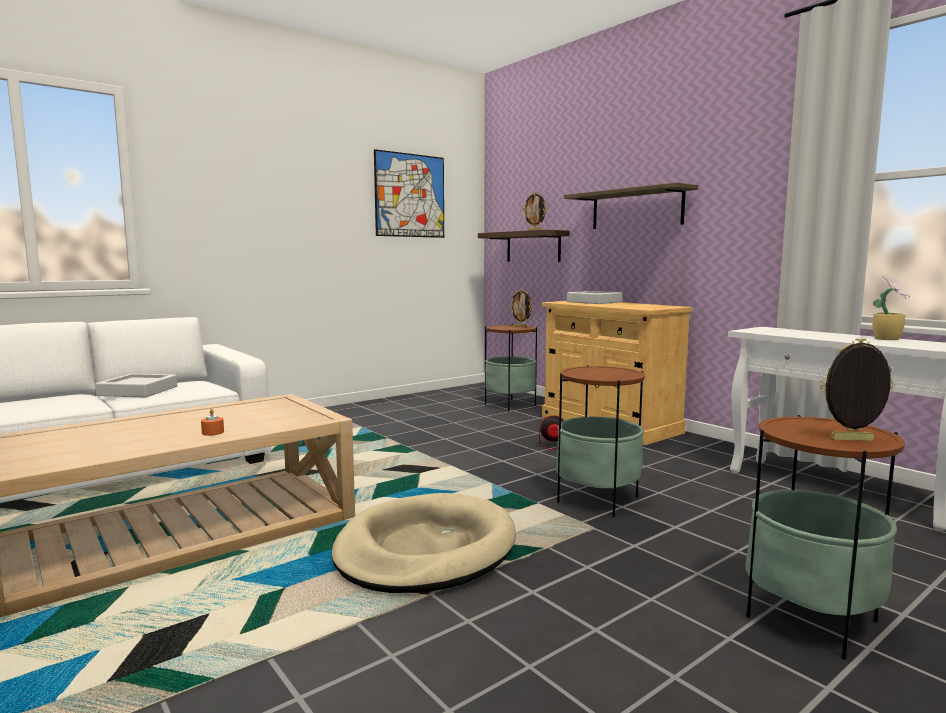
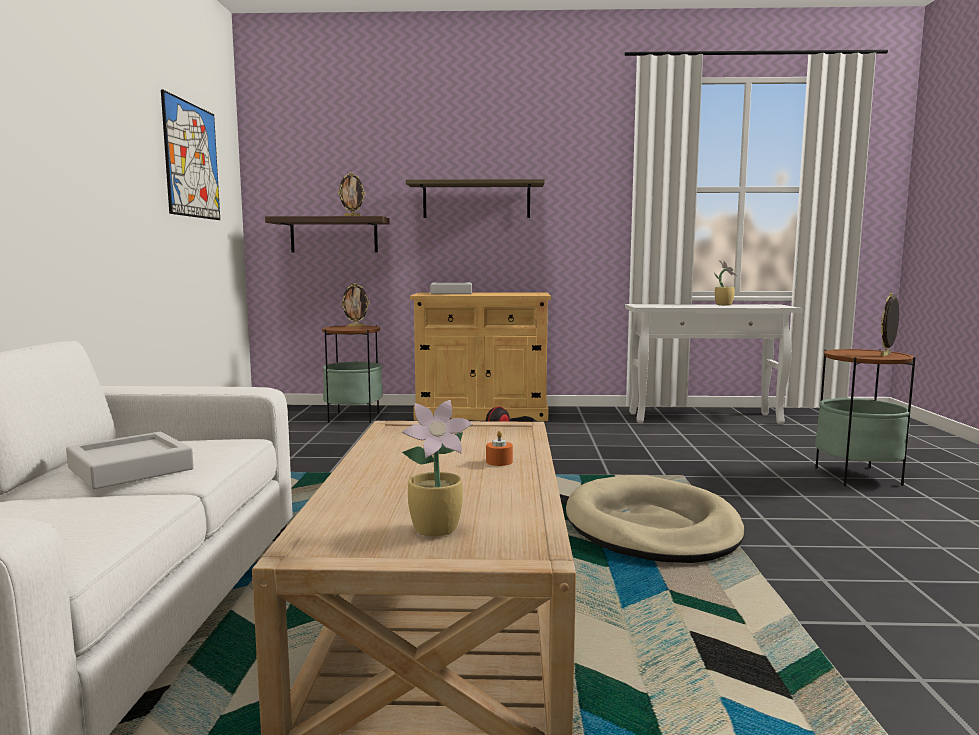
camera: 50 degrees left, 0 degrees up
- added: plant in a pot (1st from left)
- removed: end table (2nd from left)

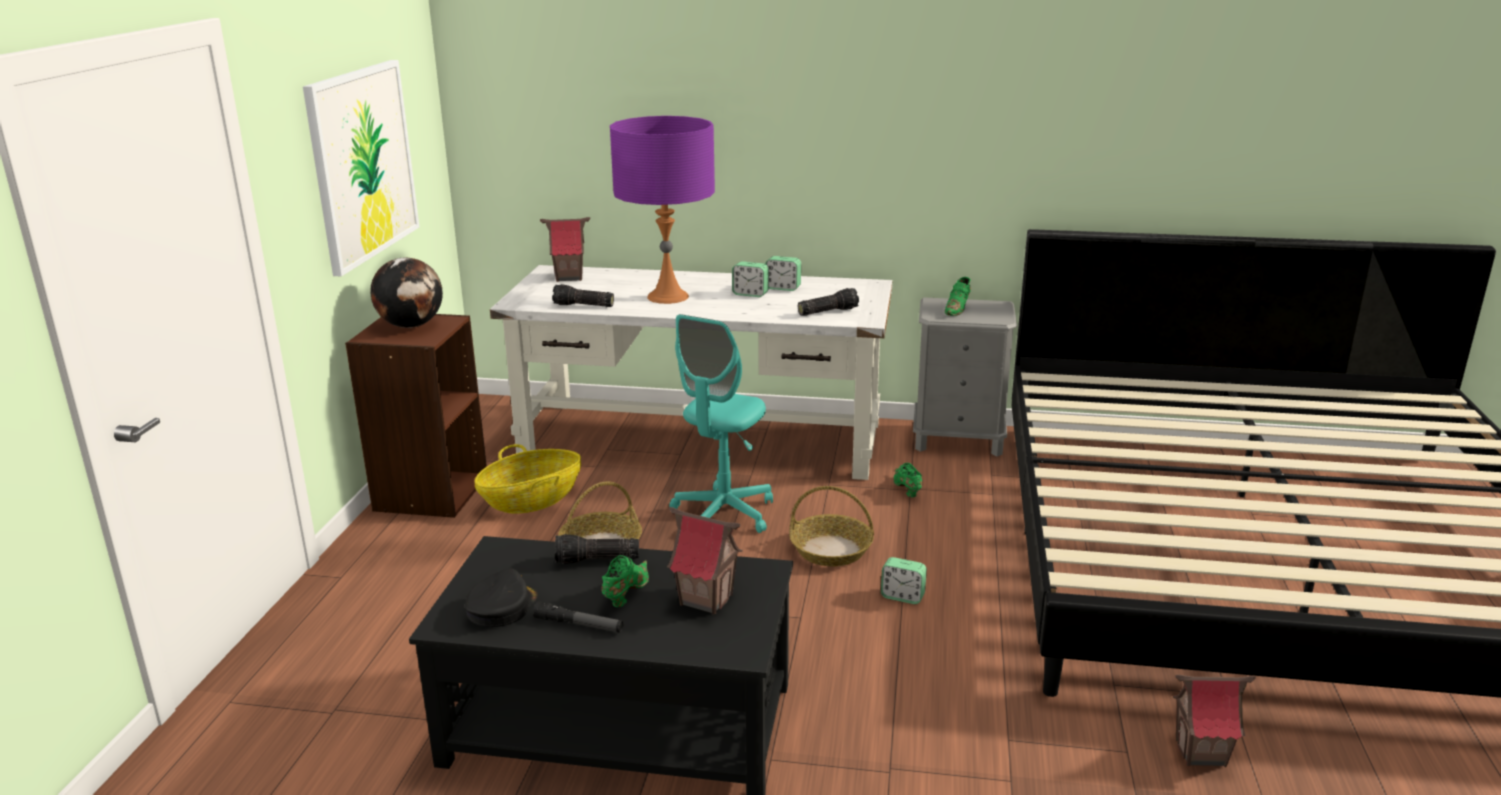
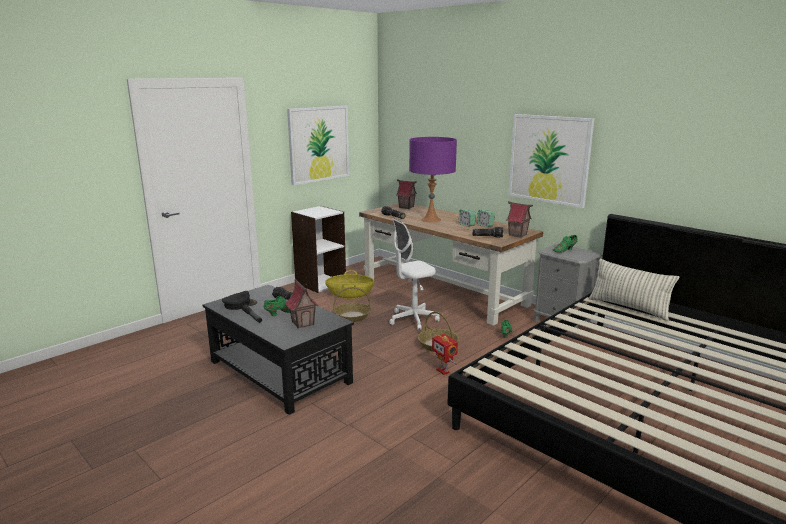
camera: 35 degrees right, 5 degrees down
- recoloured: shelving unit (brownish) to shelving unit (white-coloured)
- recoloured: desk unit (white-coloured) to desk unit (brownish)
- recoloured: computer chair (turquoise-coloured) to computer chair (white-coloured)
- replaced: alarm clock (3rd from left) to robot figure
- moved: toy house (3rd from left)
- added: wall art (2nd from left)
- added: throw pillow
- removed: world globe

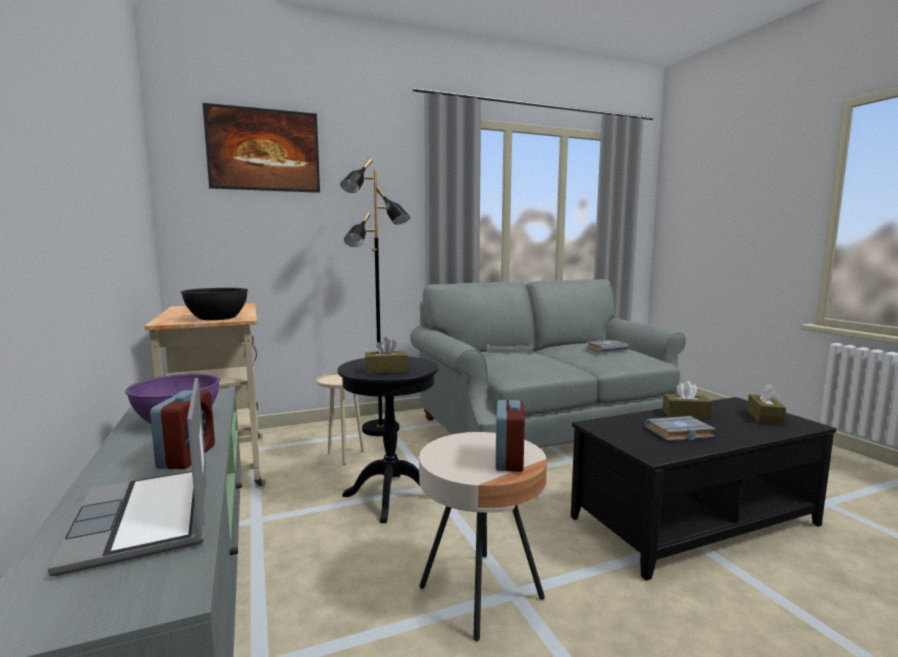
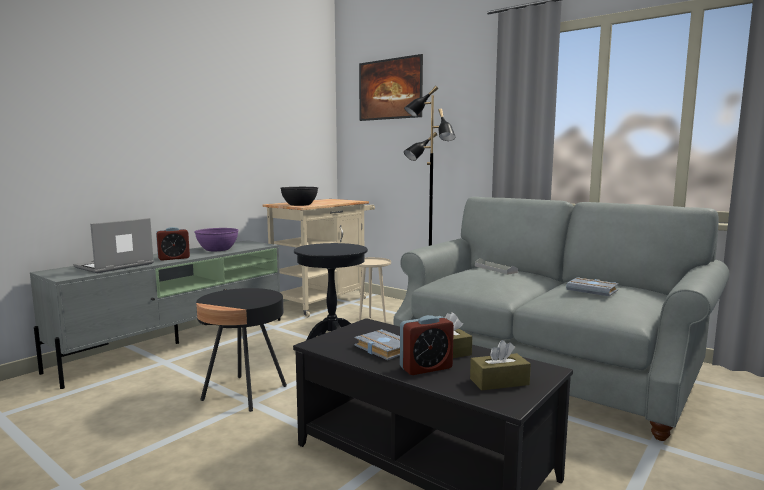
camera: 60 degrees right, 0 degrees up
- recoloured: end table (beige-coloured) (2nd from left) to end table (black-coloured) (1st from left)
- moved: alarm clock (2nd from left)
- removed: tissue holder (brownish) (1st from left)

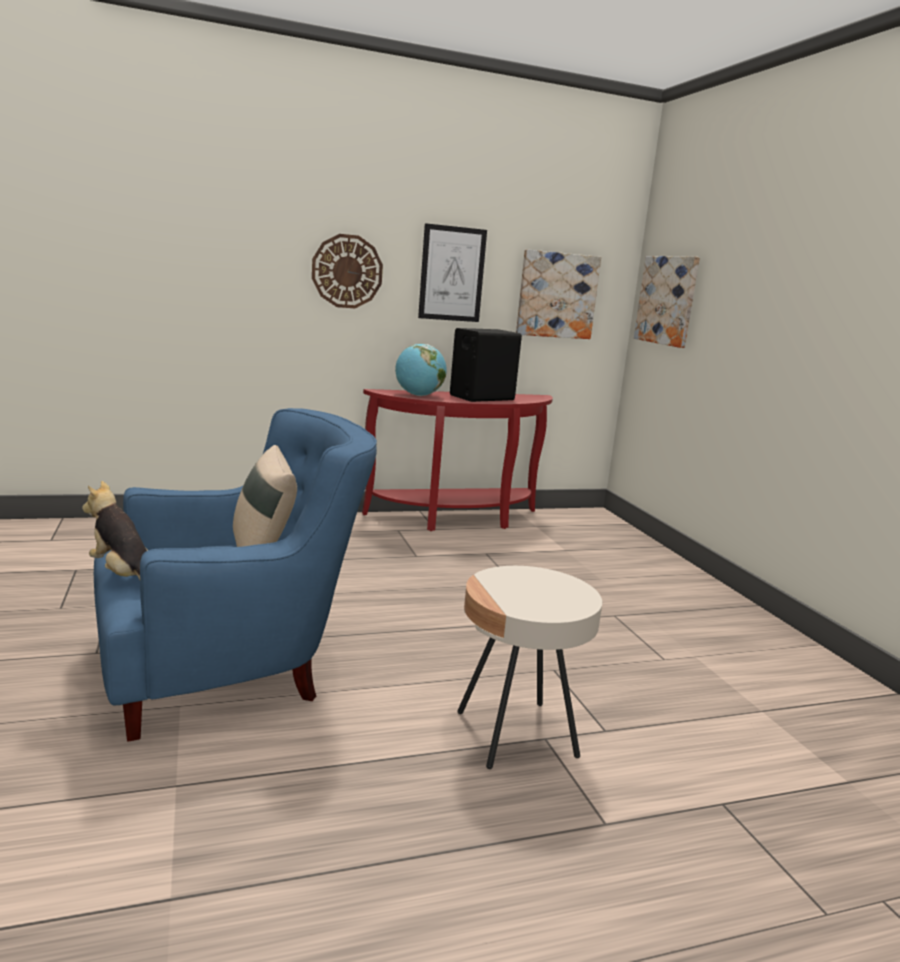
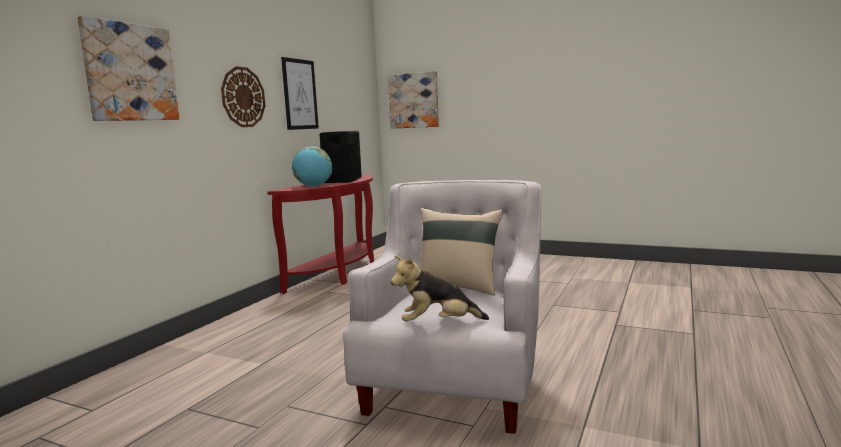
camera: 45 degrees left, 5 degrees down
- moved: wall art (2nd from left in the first image) to wall art (1st from left)
- recoloured: armchair (blue) to armchair (white-coloured)
- removed: end table (beige-coloured)

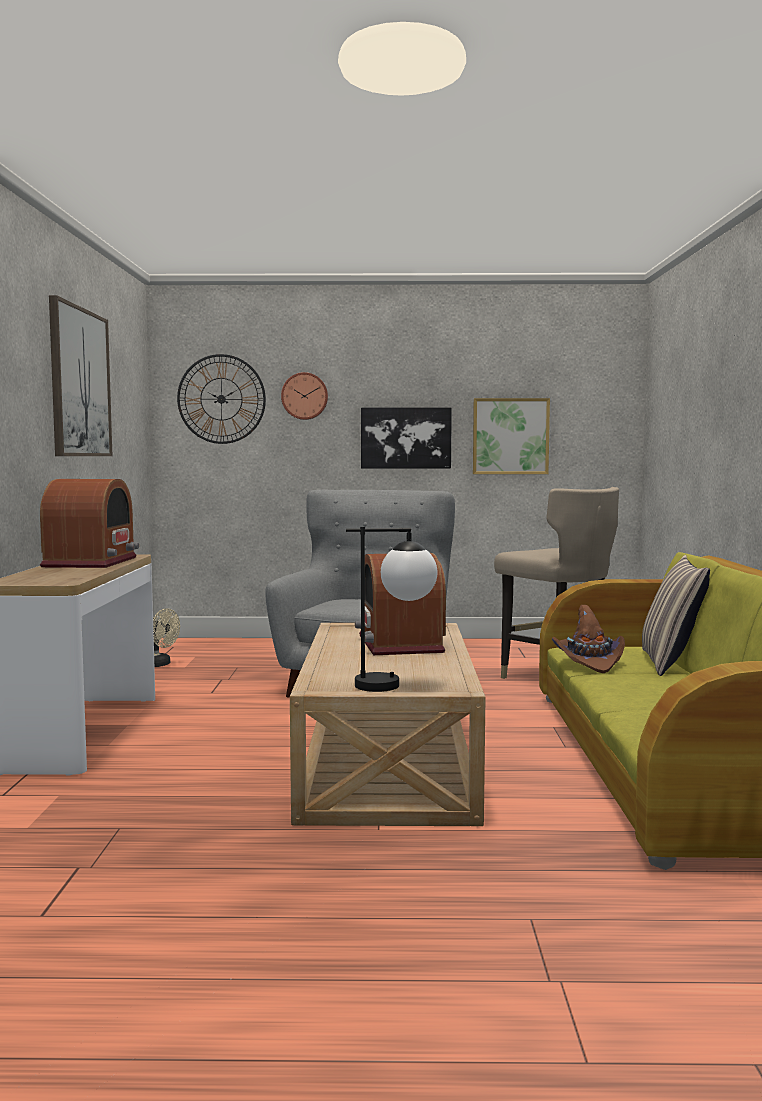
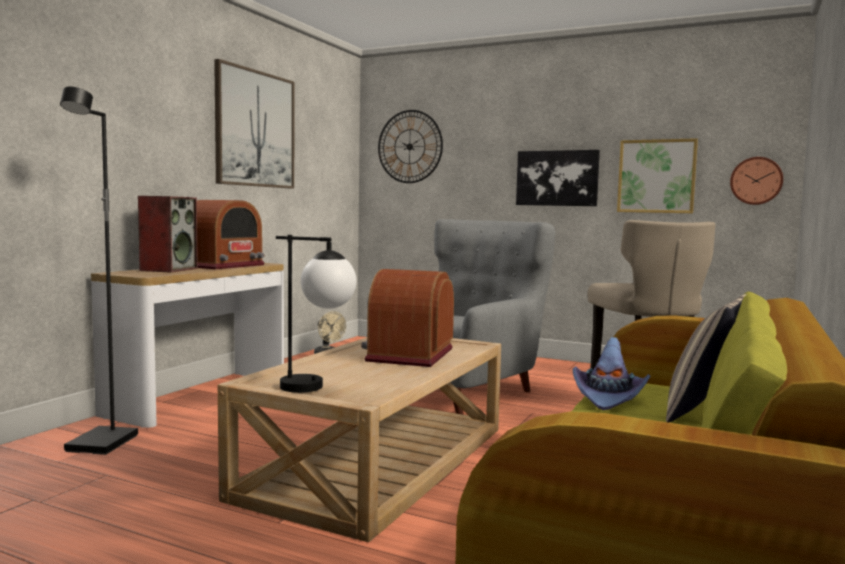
camera: 25 degrees right, 0 degrees up
- added: floor lamp (black-coloured)
- added: speaker
- recoloured: wearable hat (brownish) to wearable hat (purplish)
- moved: hanging clock (2nd from left)

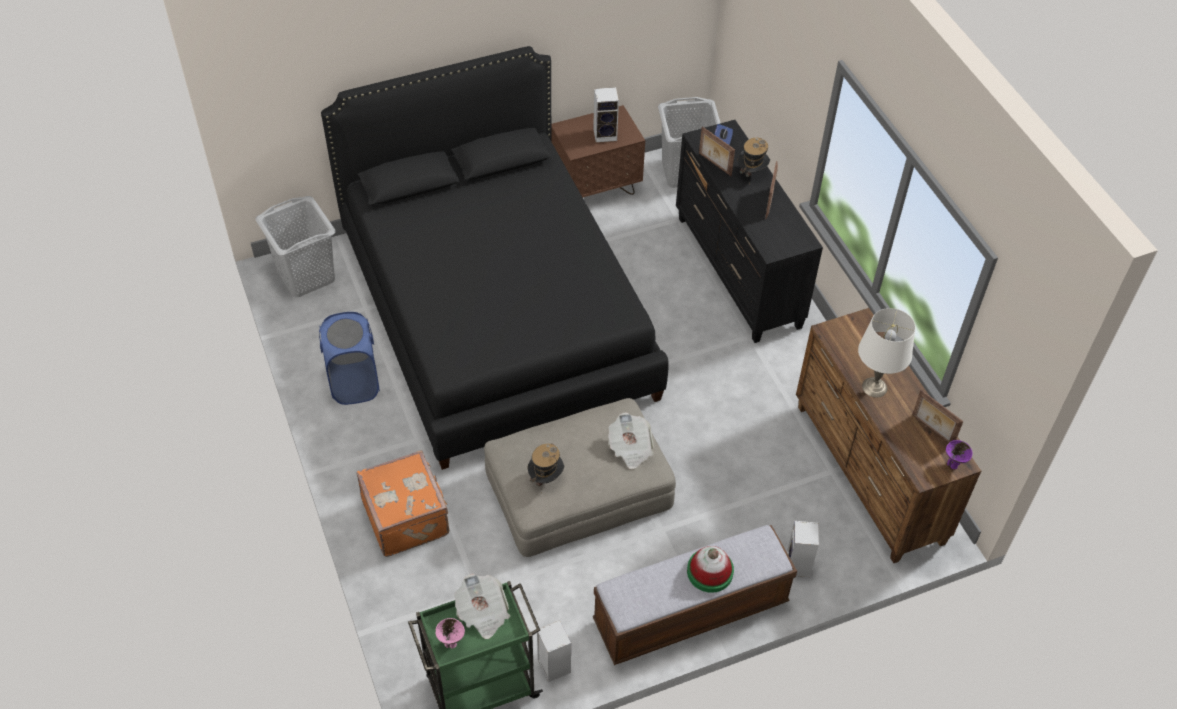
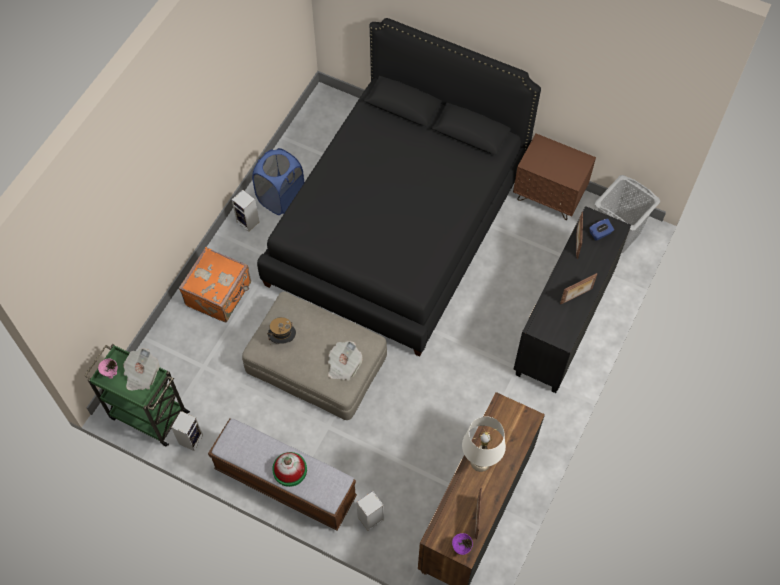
camera: 50 degrees right, 10 degrees up
- moved: speaker (2nd from left)
- removed: hamper (gray) (1st from left)
- removed: wearable hat (3rd from left)

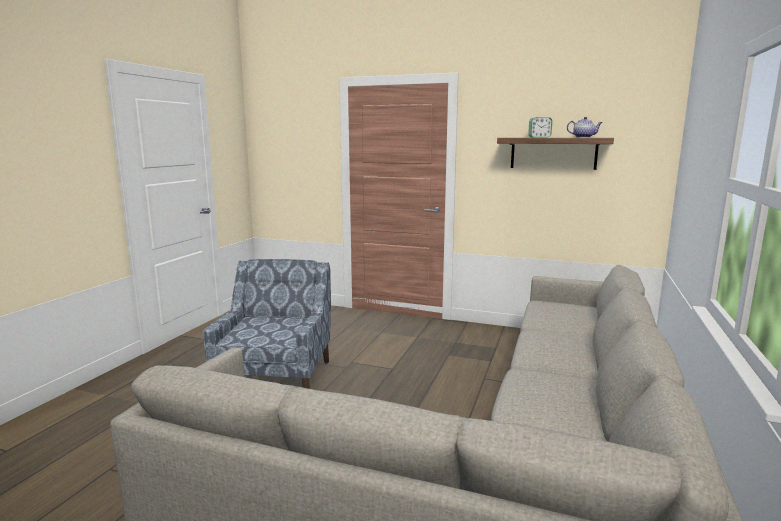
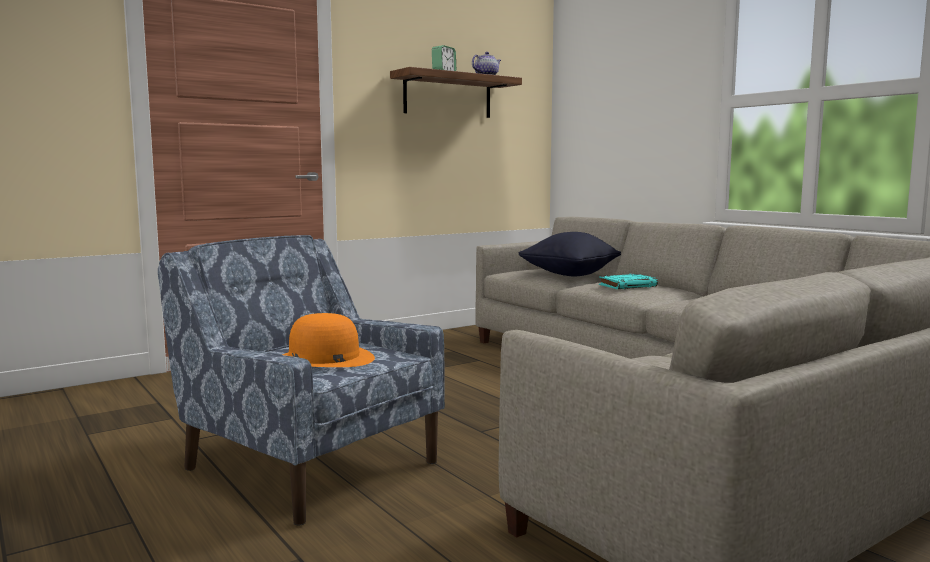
camera: 55 degrees left, 5 degrees down
- added: wearable hat (orangey)
- added: throw pillow (black-coloured)
- added: bound book (turquoise-coloured)

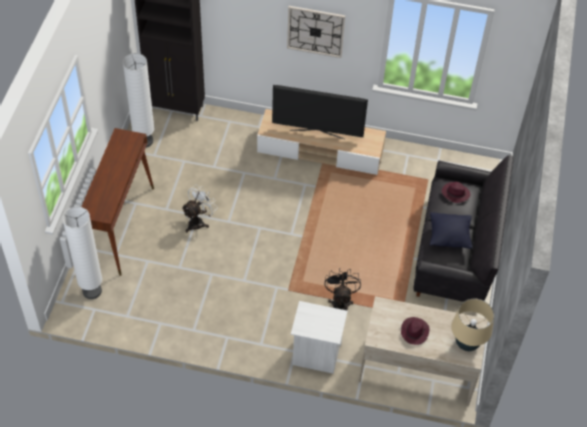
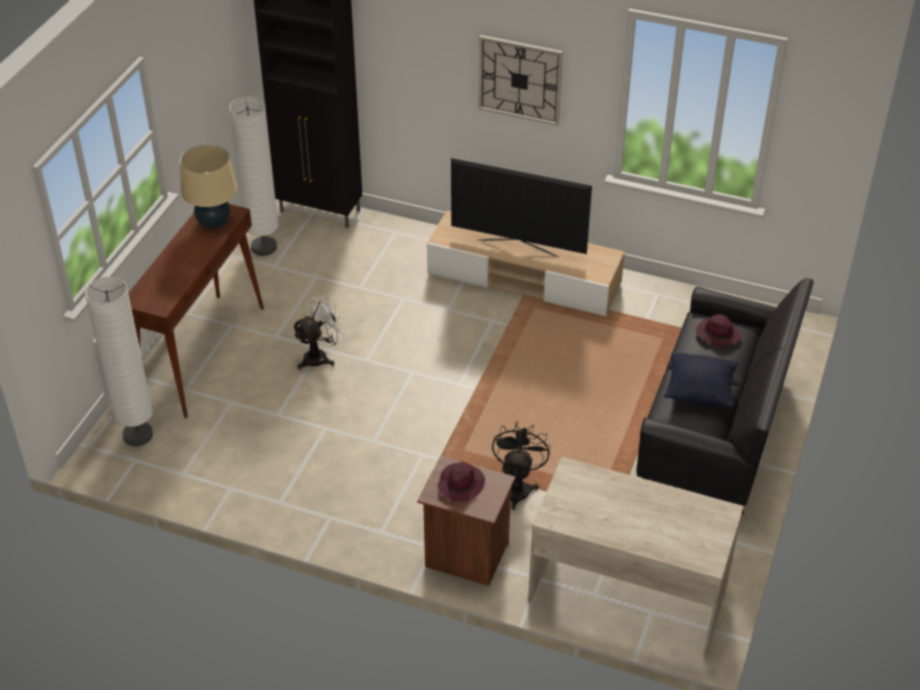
camera: 10 degrees right, 10 degrees down
- moved: tabletop lamp (beige-coloured)
- recoloured: night table (white-coloured) to night table (brownish)
- moved: wearable hat (purplish) (1st from left)

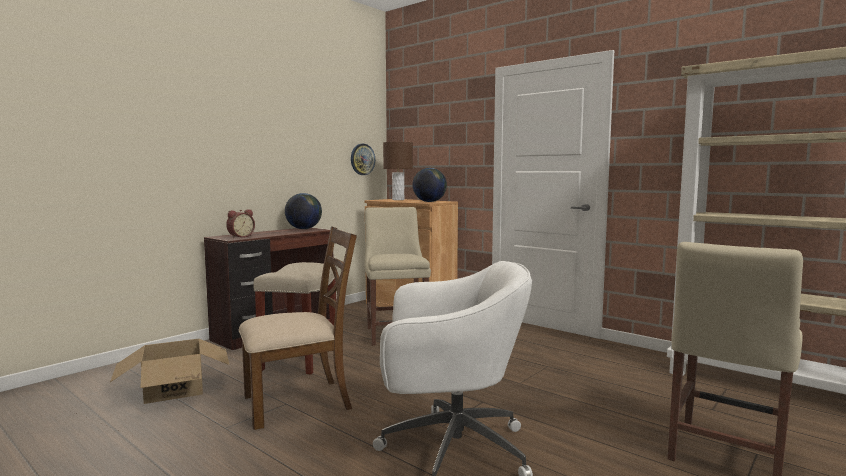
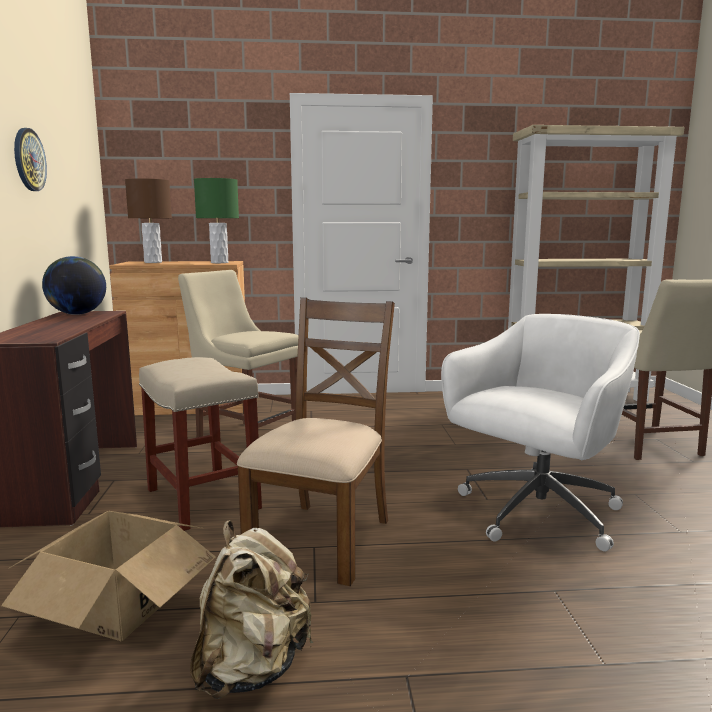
camera: 45 degrees left, 5 degrees up
- moved: hanging clock
- added: knapsack (beige-coloured)
- replaced: world globe (2nd from left) to tabletop lamp (green)
- removed: alarm clock

